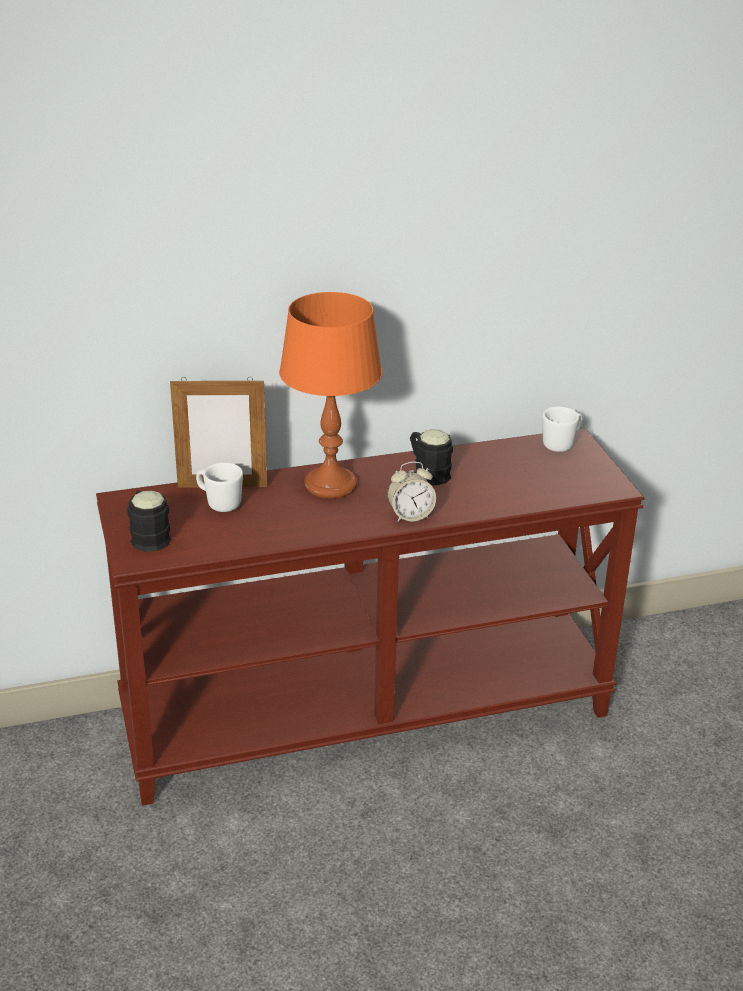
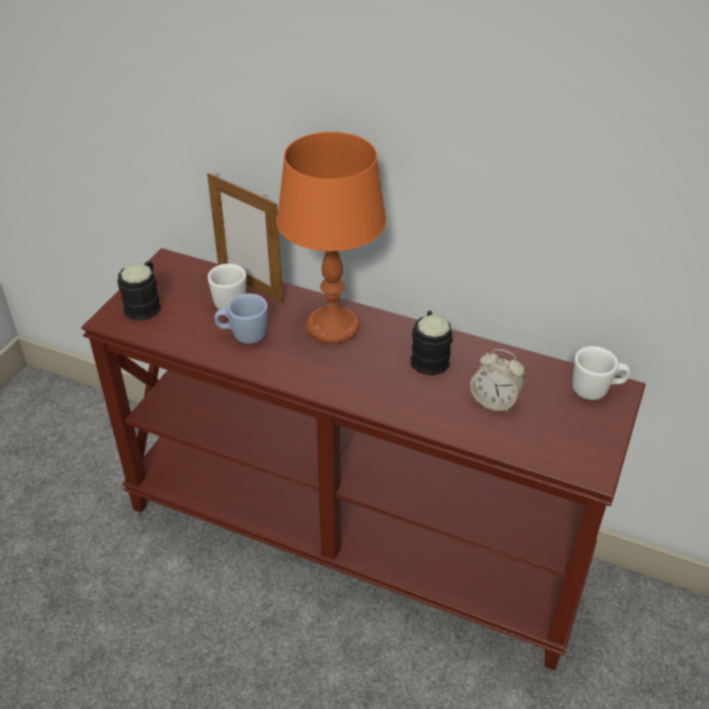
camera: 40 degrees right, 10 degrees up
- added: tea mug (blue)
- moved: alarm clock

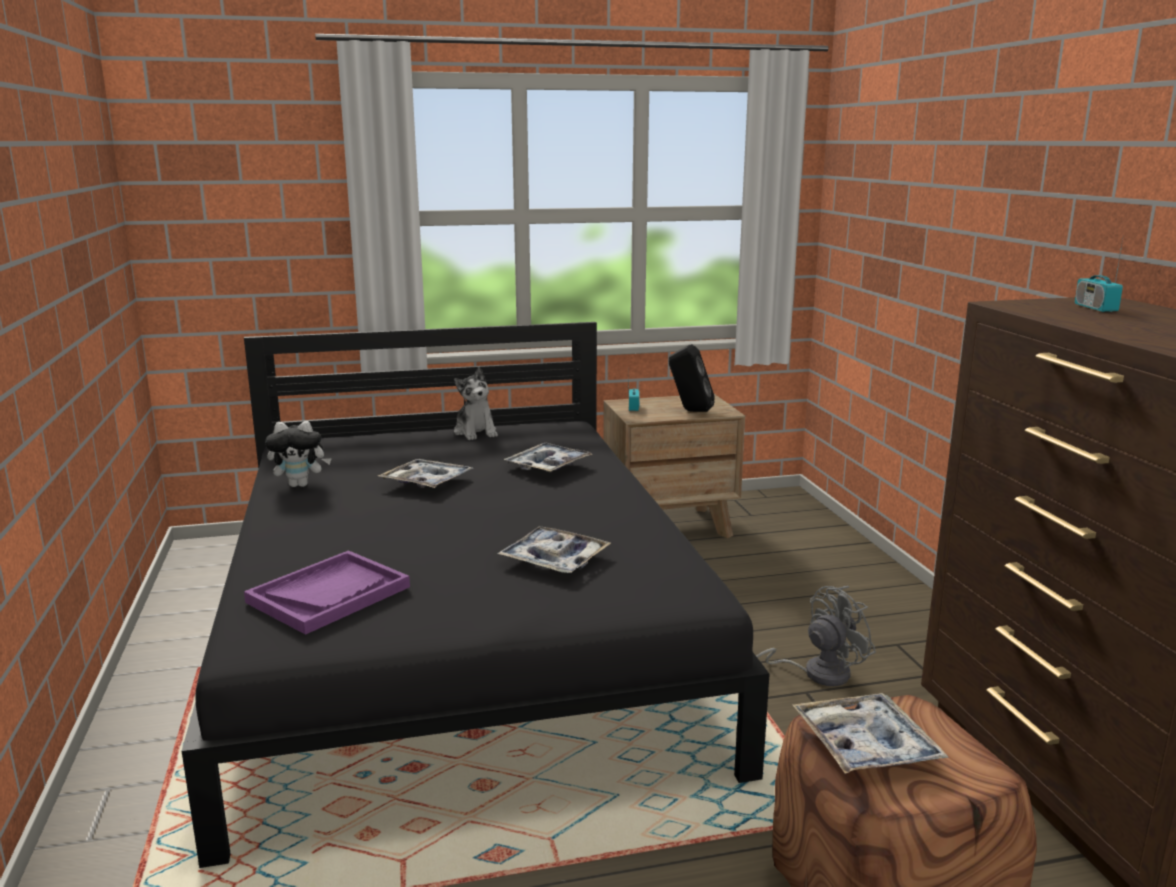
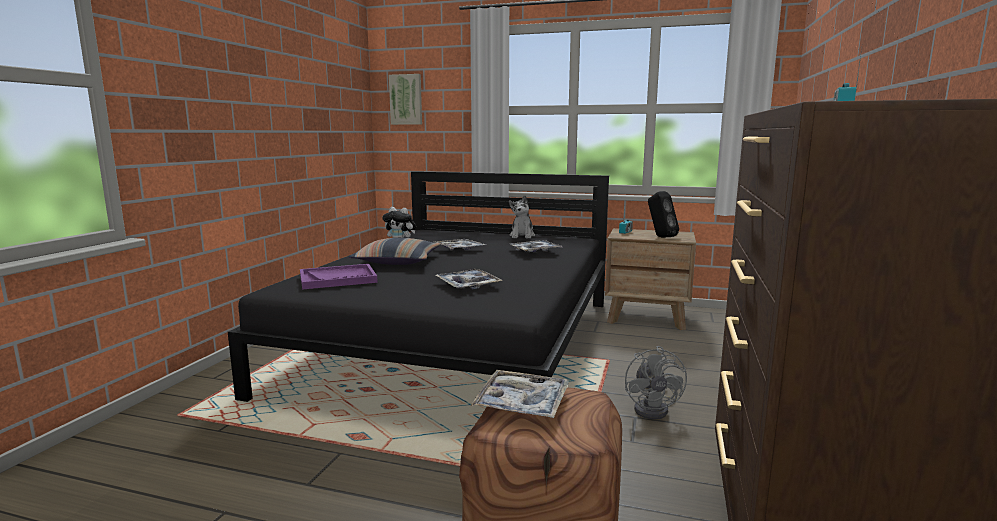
camera: 30 degrees right, 5 degrees down
- added: throw pillow
- added: wall art
- turned: electric fan (gray) 90 degrees clockwise

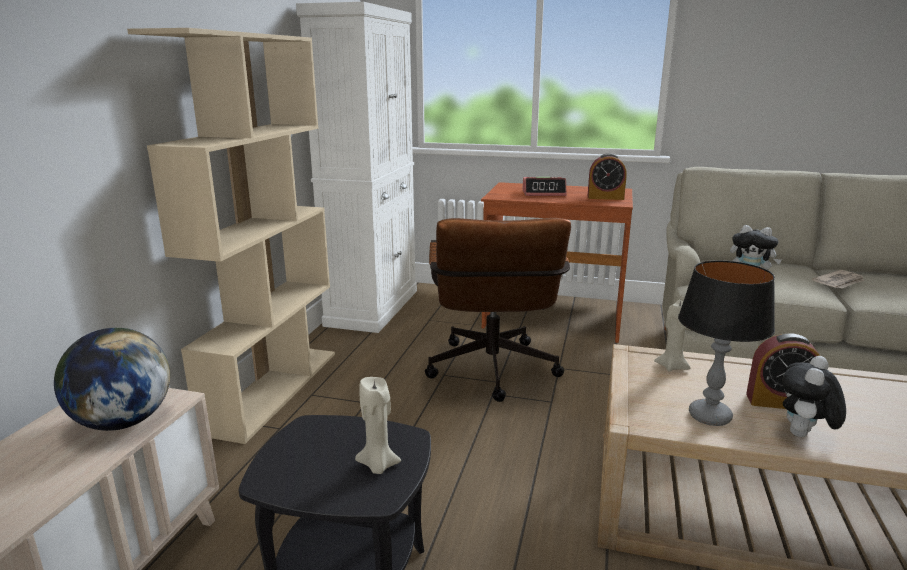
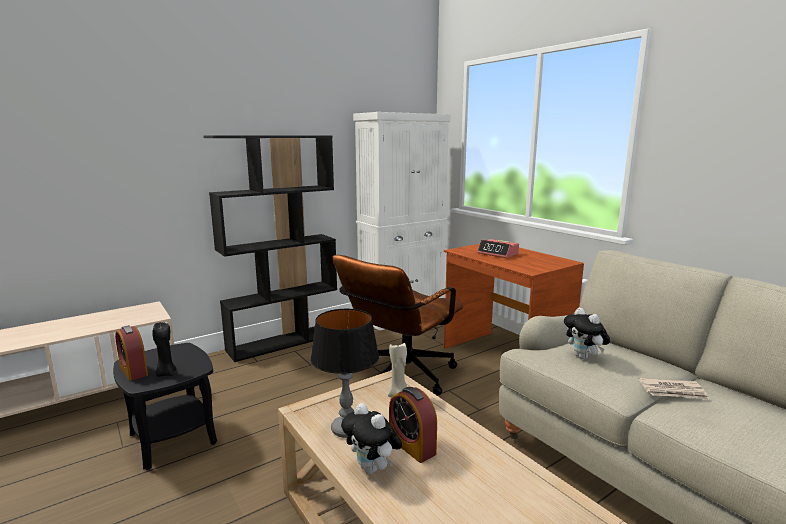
camera: 40 degrees right, 5 degrees down
- moved: alarm clock (2nd from left in the first image) to alarm clock (1st from left)
- recoloured: wax light (beige-coloured) (1st from left) to wax light (black-coloured)
- recoloured: shelving unit (beige-coloured) to shelving unit (black-coloured)
- turned: plush toy (2nd from left in the first image) 120 degrees counterclockwise
- removed: world globe

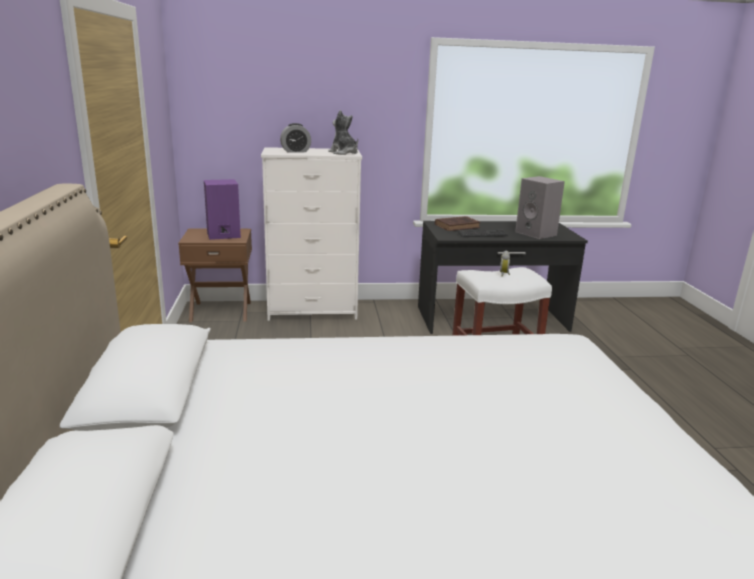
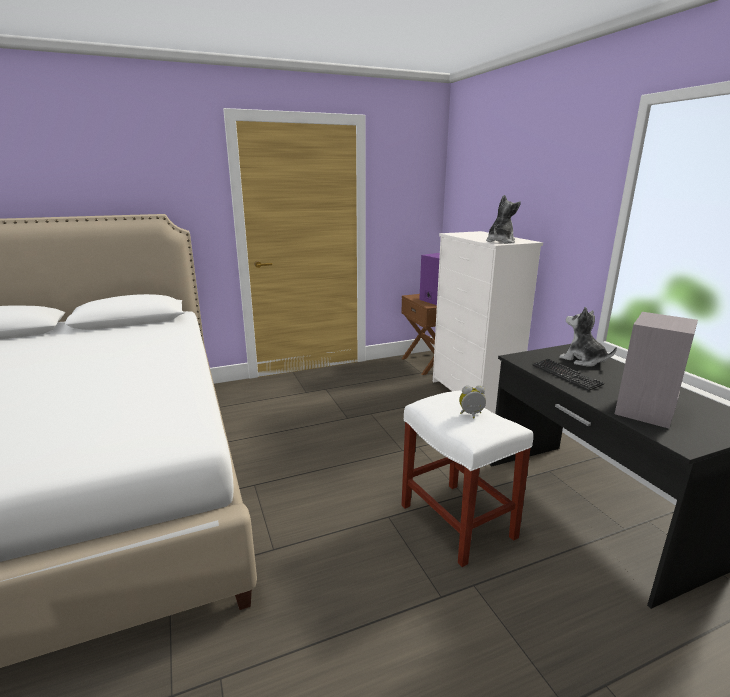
camera: 75 degrees right, 0 degrees up
- replaced: bound book (brownish) to plush toy (2nd from left)
- removed: alarm clock (1st from left)

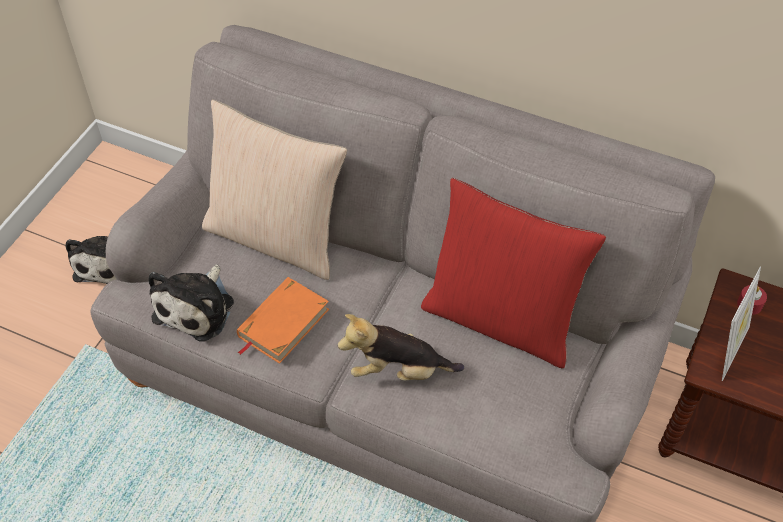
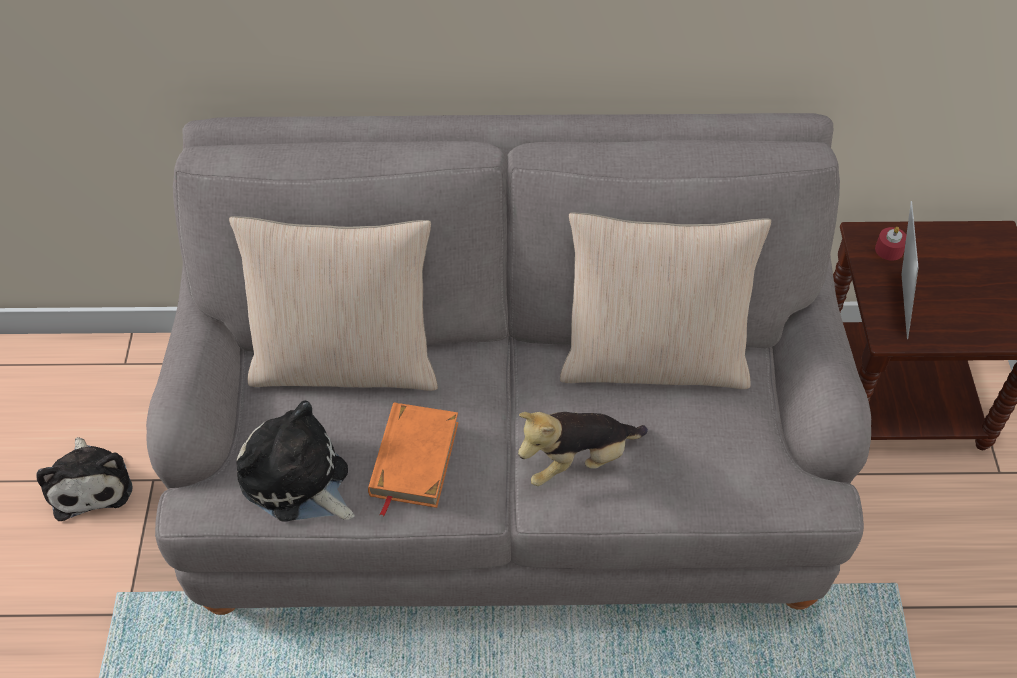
camera: 25 degrees left, 0 degrees up
- turned: plush toy (2nd from left) 135 degrees clockwise
- recoloured: throw pillow (red-coloured) to throw pillow (beige-coloured) (2nd from left)

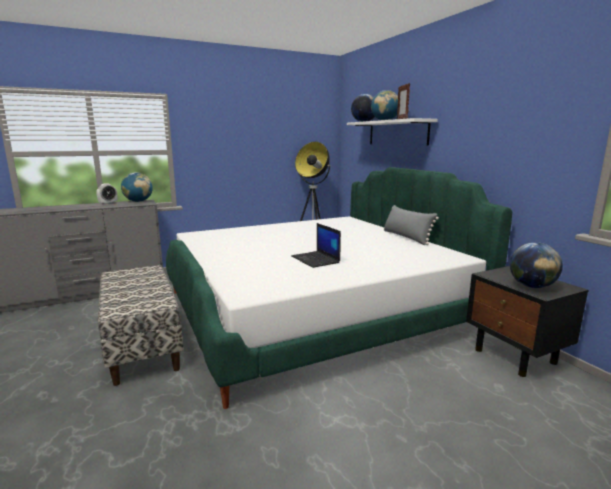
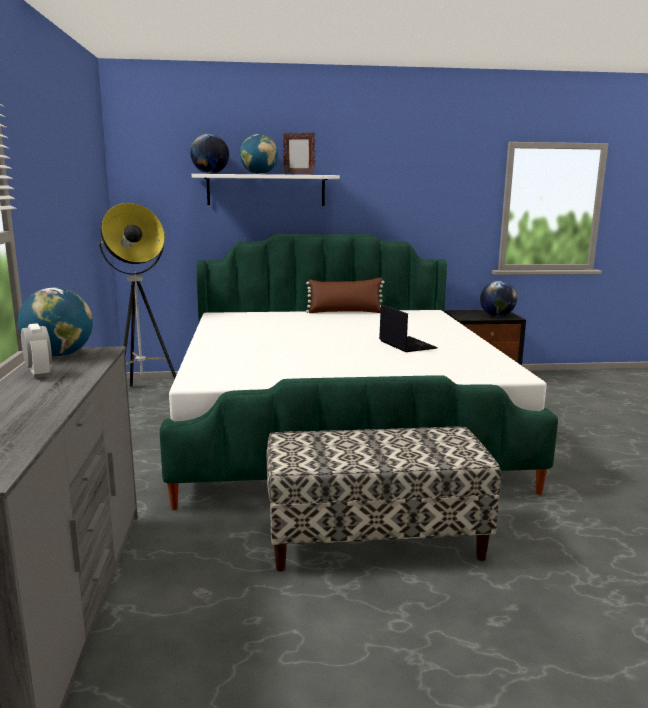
camera: 70 degrees left, 0 degrees up
- recoloured: throw pillow (gray) to throw pillow (brownish)
- turned: notebook computer 105 degrees counterclockwise

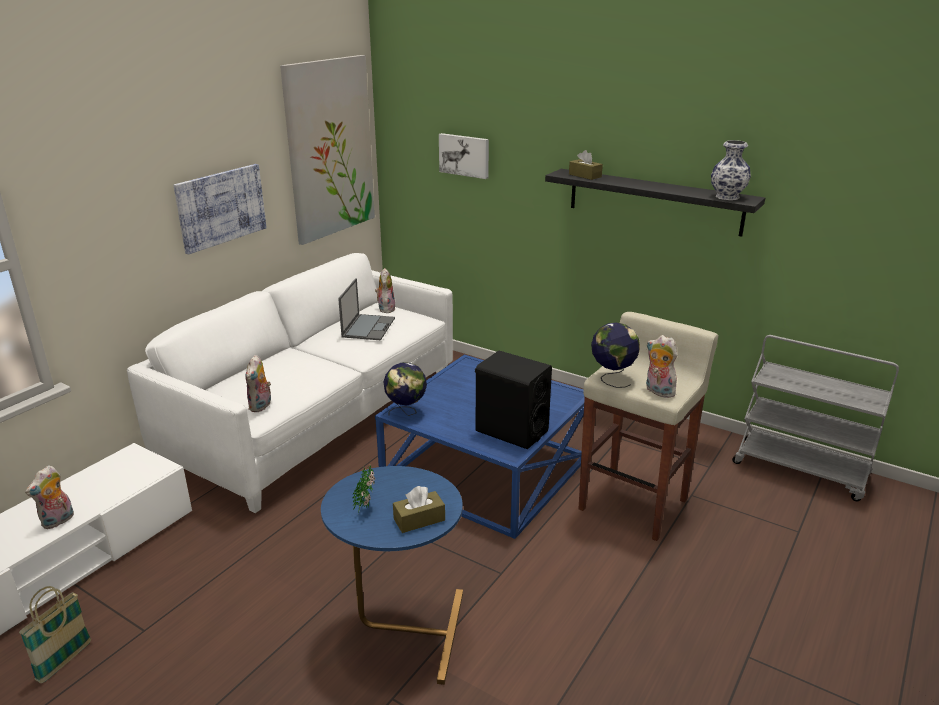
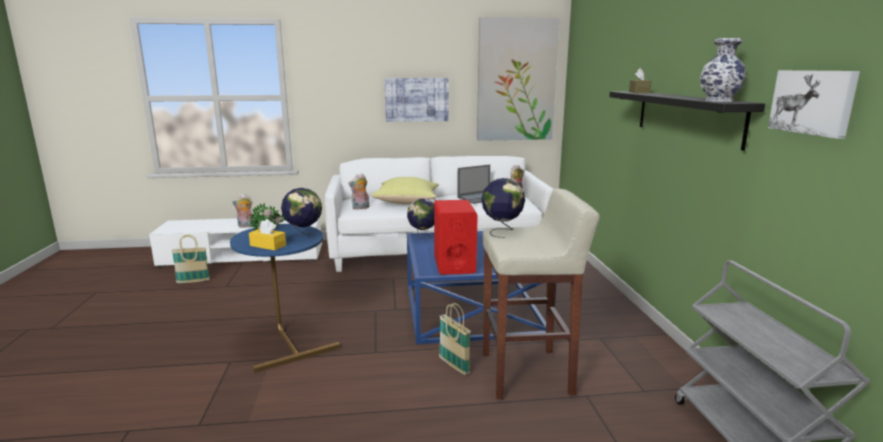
camera: 50 degrees right, 10 degrees down
- recoloured: tissue holder (brownish) (1st from left) to tissue holder (yellowish)
- added: world globe (1st from left)
- added: throw pillow (yellowish)
- recoloured: speaker (black-coloured) to speaker (red-coloured)
- added: storage basket (2nd from left)
- moved: wall art (3rd from left)
- removed: plush toy (4th from left)

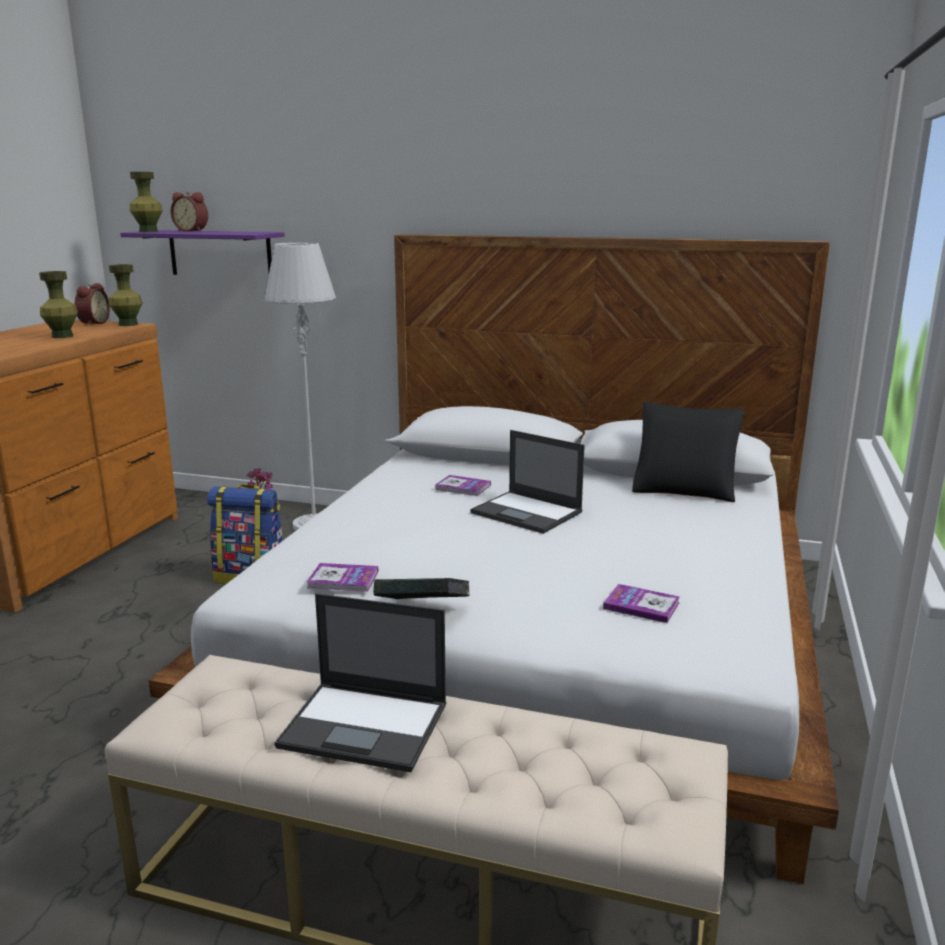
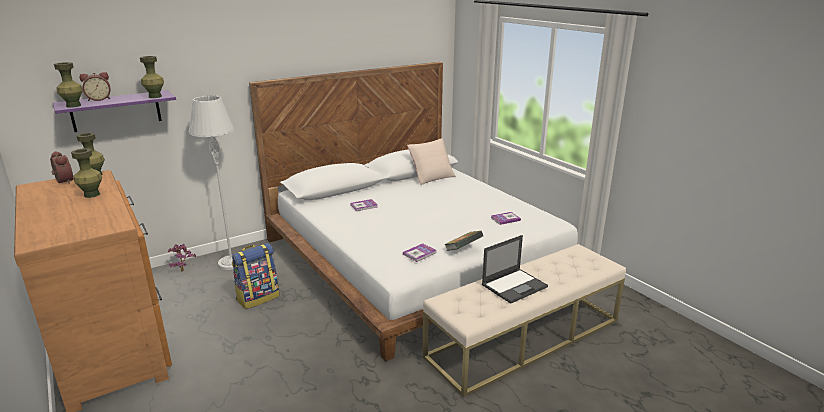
camera: 50 degrees left, 5 degrees up
- added: decorative vase (green) (4th from left)
- recoloured: throw pillow (black-coloured) to throw pillow (beige-coloured)
- removed: notebook computer (2nd from left)

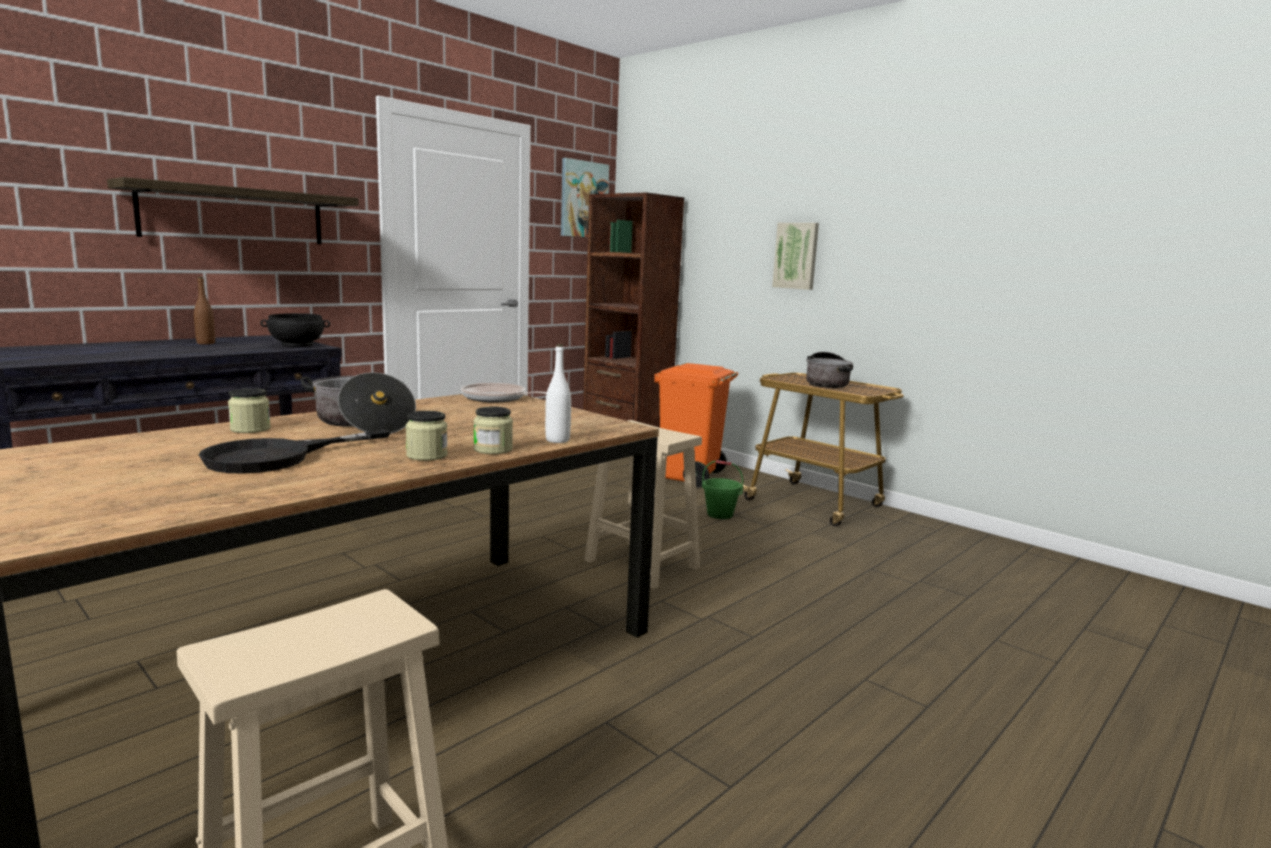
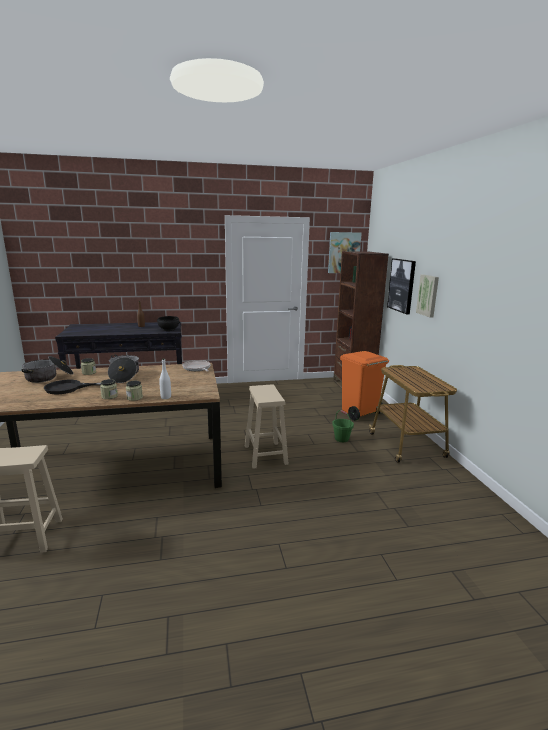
camera: 35 degrees right, 5 degrees up
- moved: cooking pot (2nd from left in the first image) to cooking pot (1st from left)
- added: wall art (2nd from left)
- removed: bracket shelf

